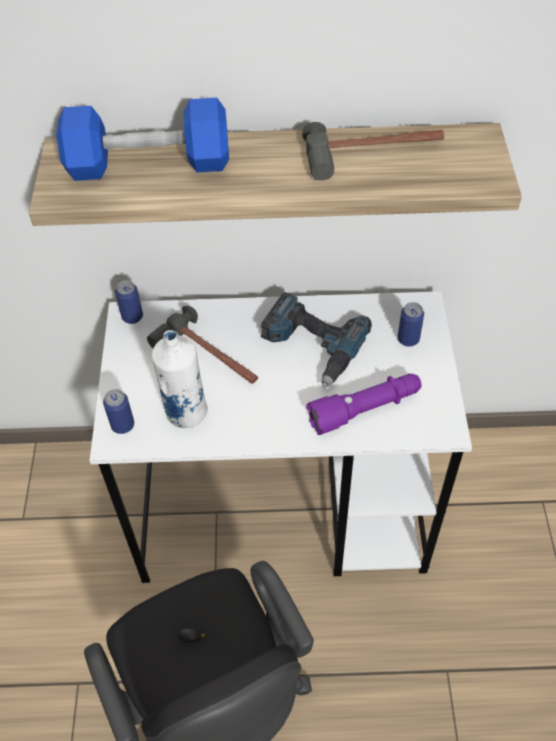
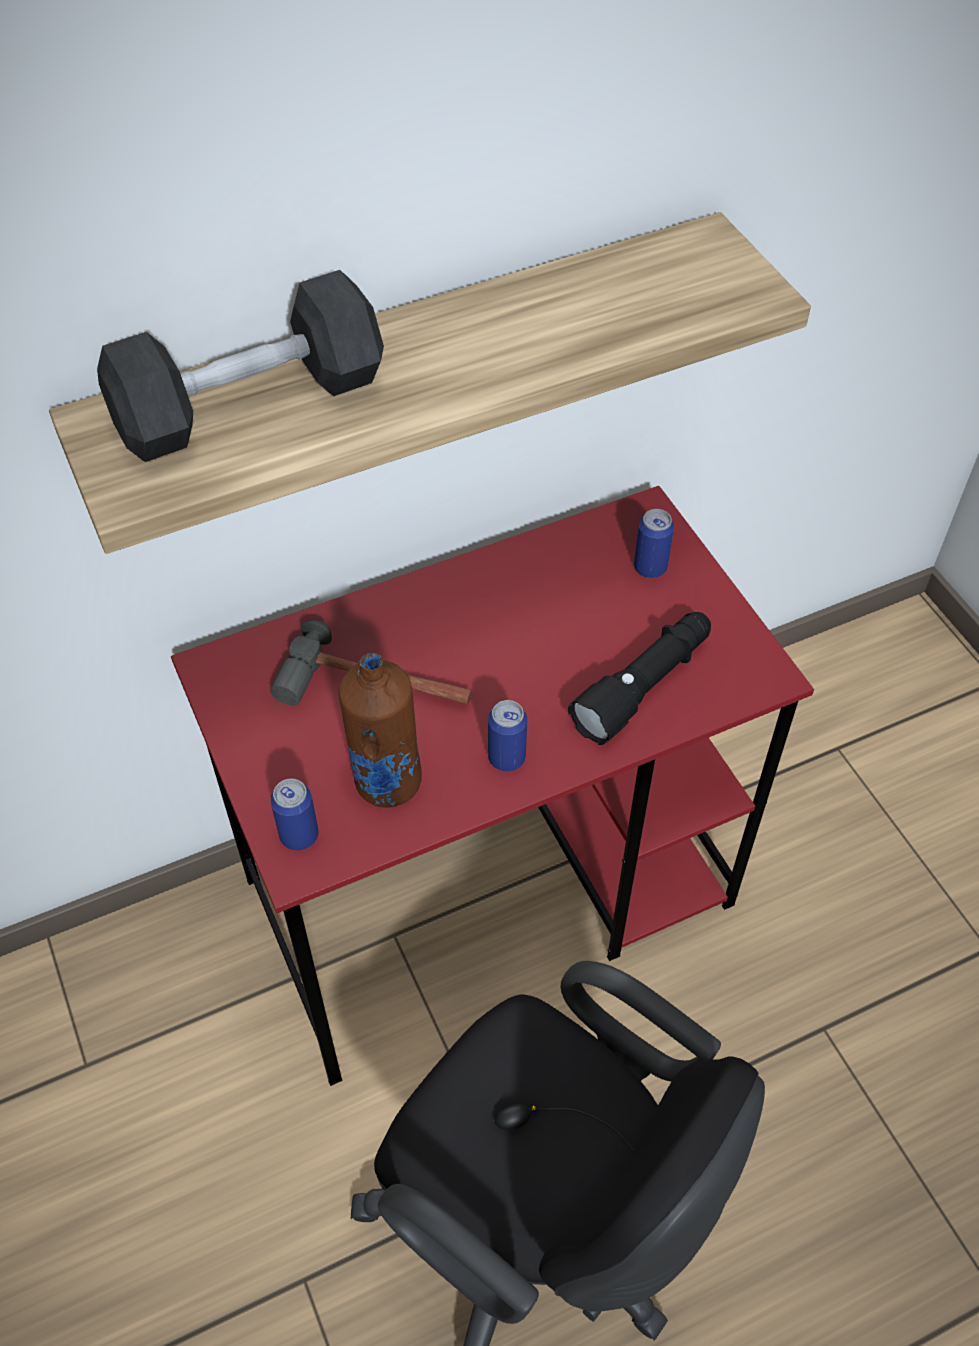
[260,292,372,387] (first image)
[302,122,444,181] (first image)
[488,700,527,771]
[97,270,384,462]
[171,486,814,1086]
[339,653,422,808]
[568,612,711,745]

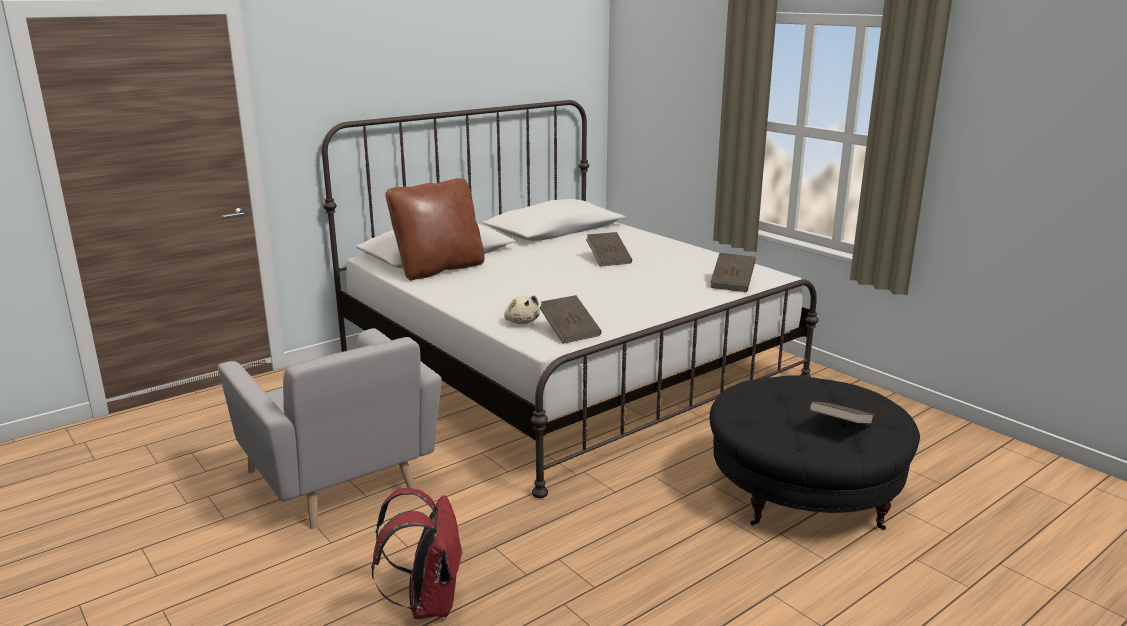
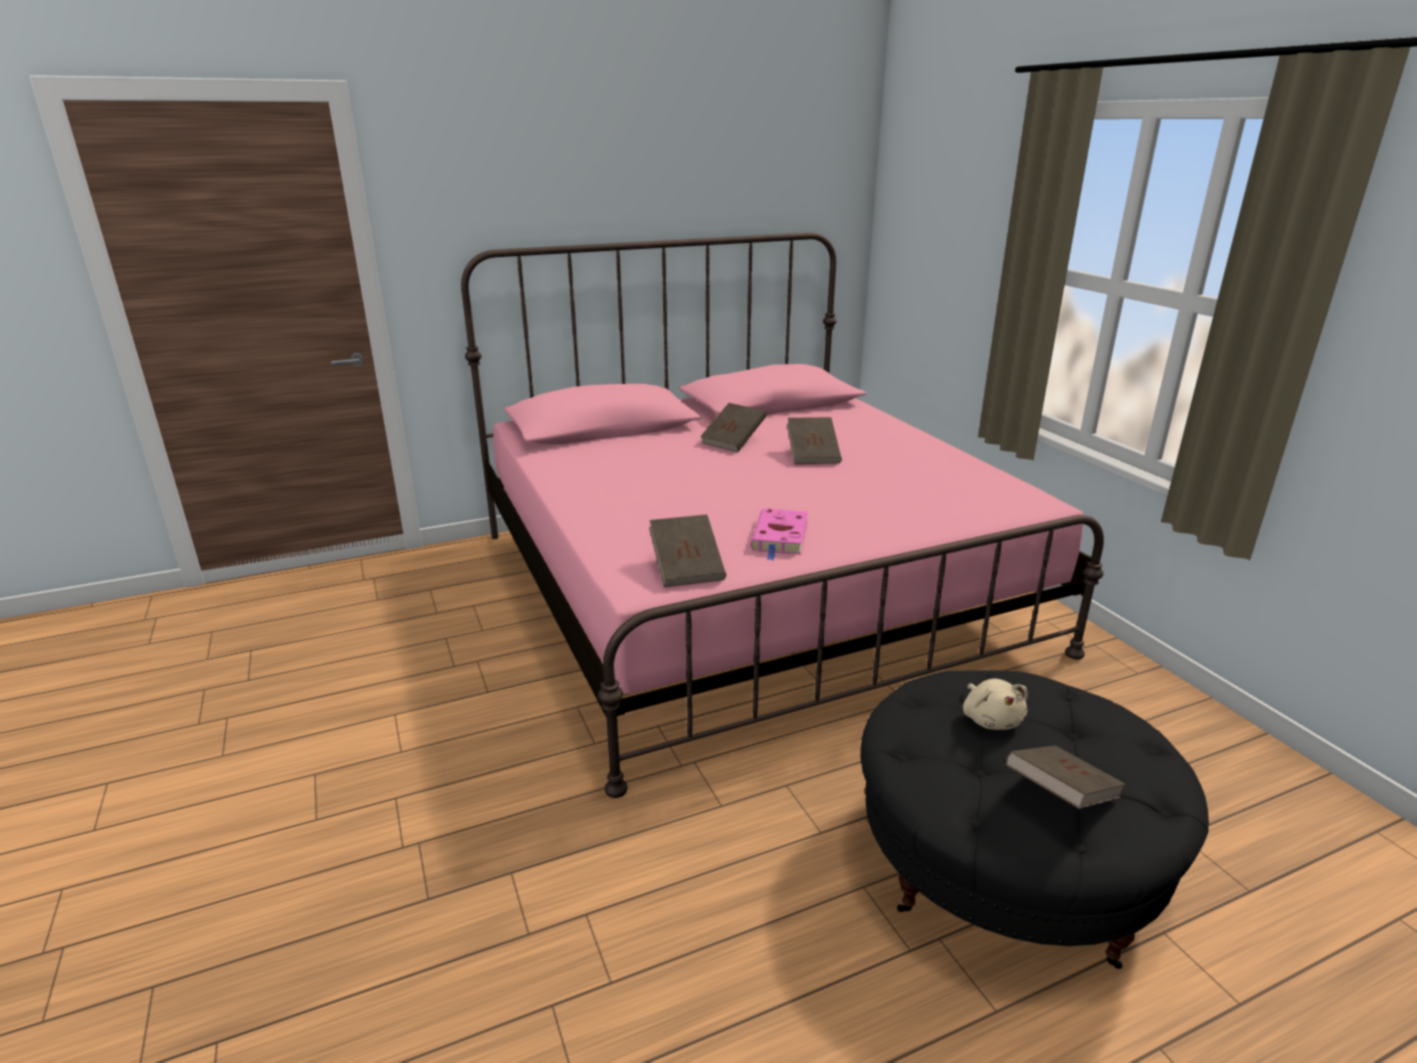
[218,328,442,529] (first image)
[371,488,463,619] (first image)
[385,178,484,281] (first image)
[751,508,808,561]
[963,679,1028,730]
[700,403,766,452]
[461,233,1104,798]

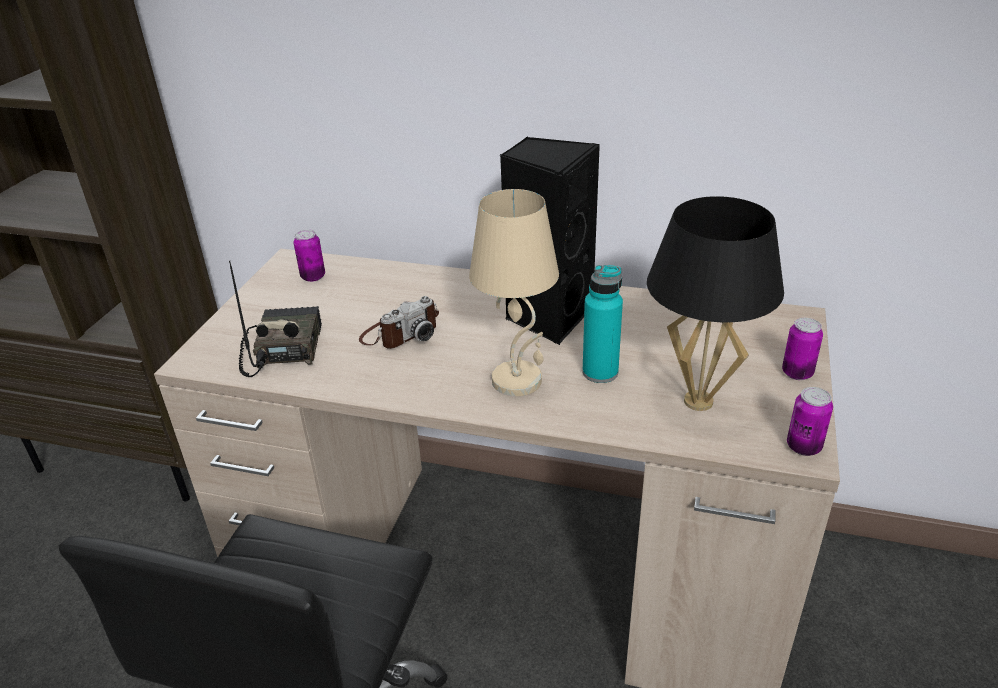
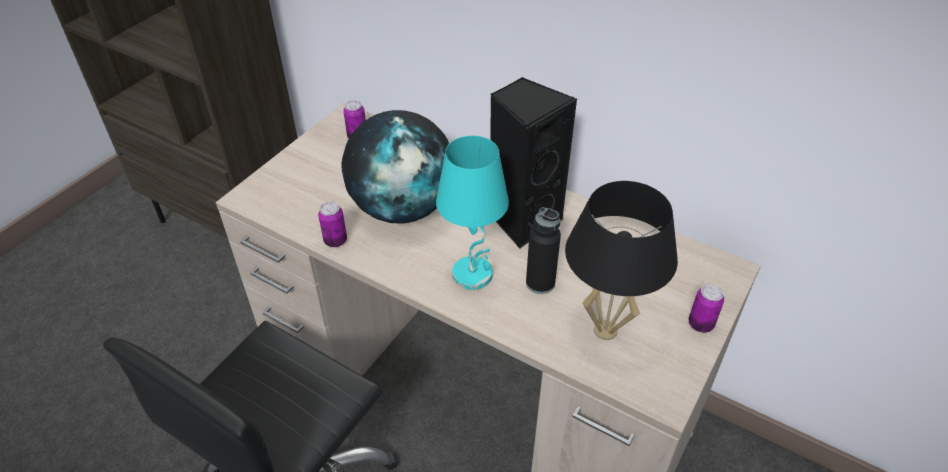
[229,261,322,377] (first image)
[318,202,347,247]
[341,110,449,224]
[436,136,509,290]
[526,207,561,294]

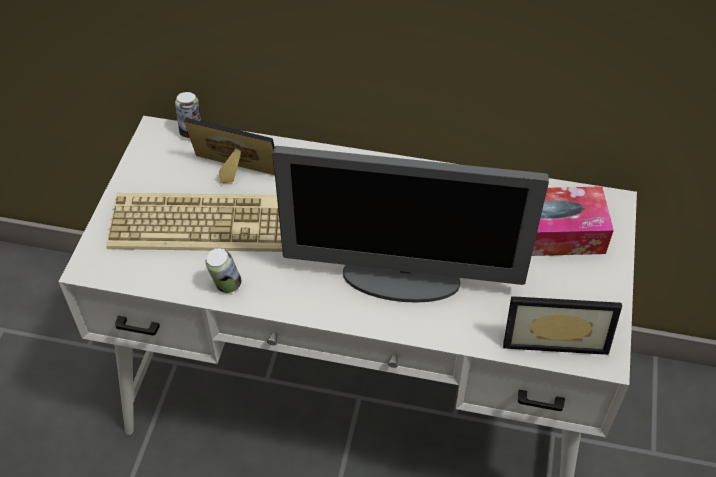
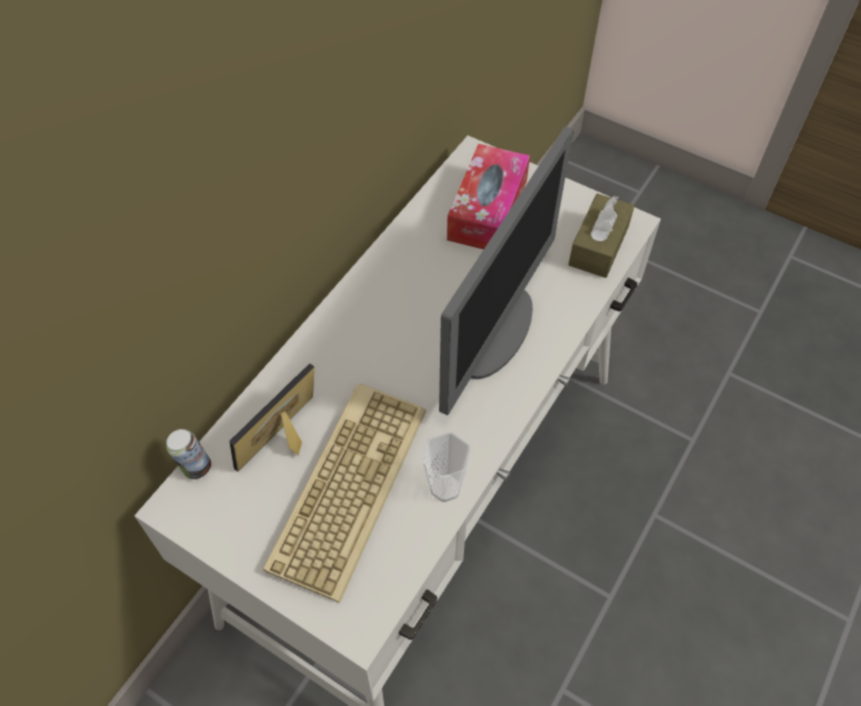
[422,432,471,502]
[568,193,634,278]

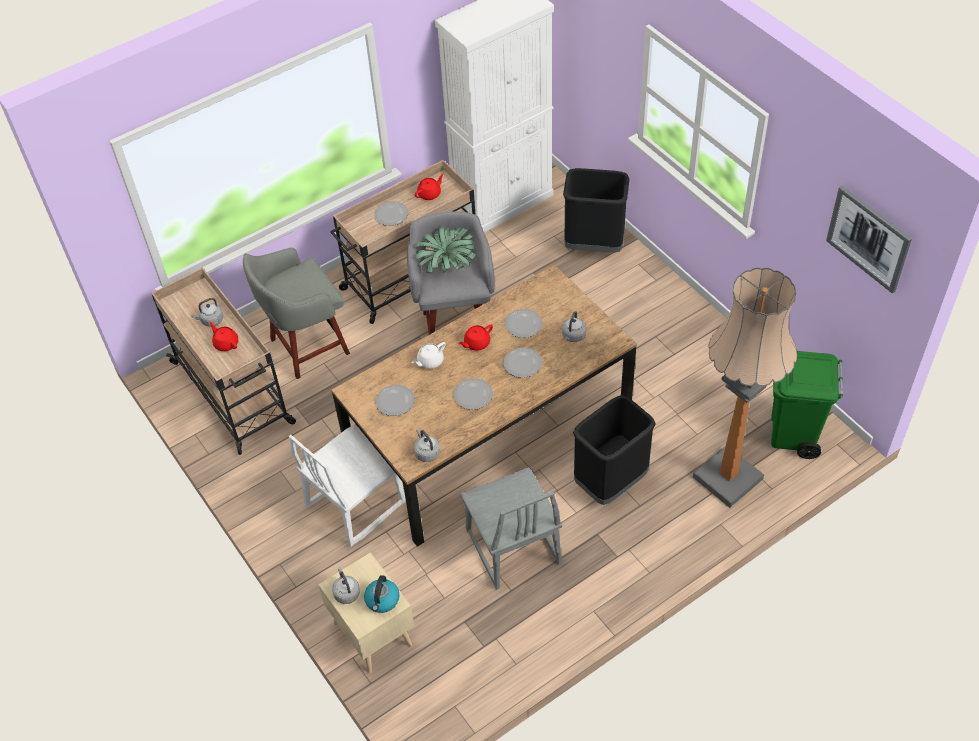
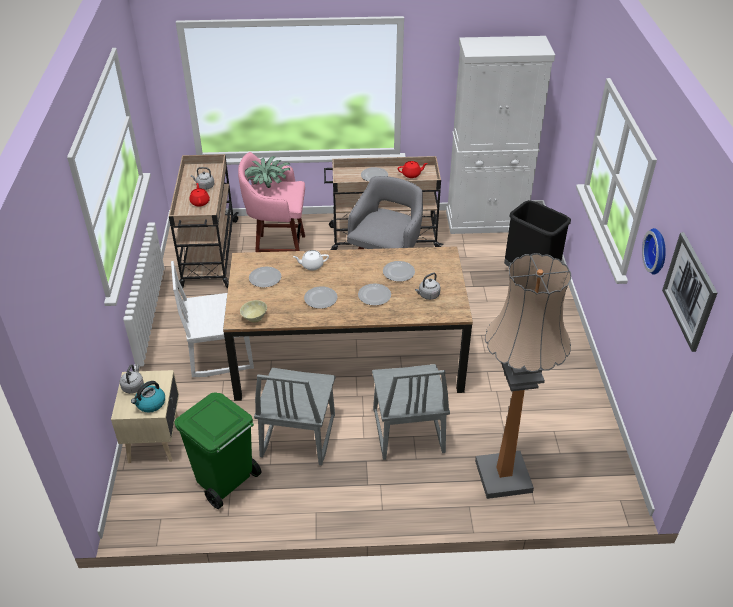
[459,325,493,351] (first image)
[642,228,666,275]
[245,156,291,188]
[174,393,261,509]
[240,300,267,322]
[372,364,450,460]
[238,152,305,252]

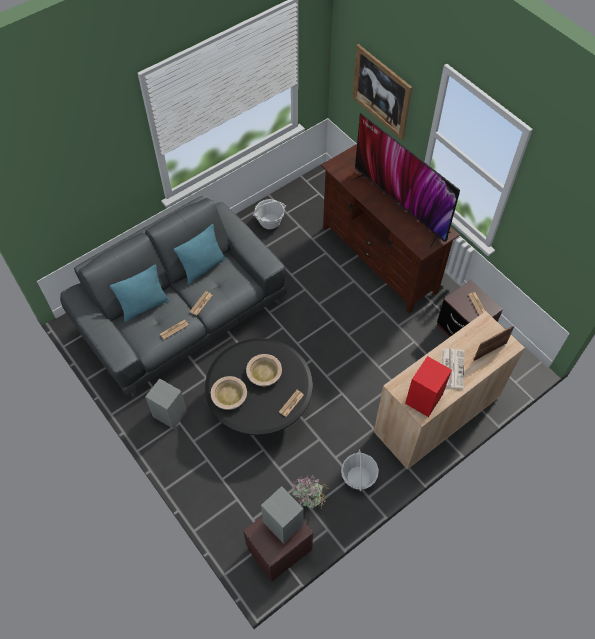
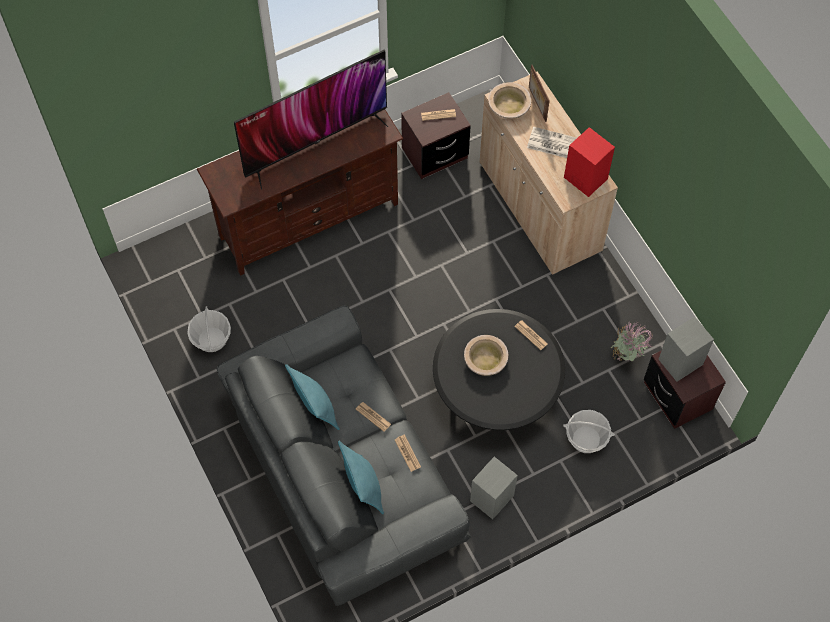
[352,44,412,140] (first image)
[488,82,531,119]
[563,410,615,453]

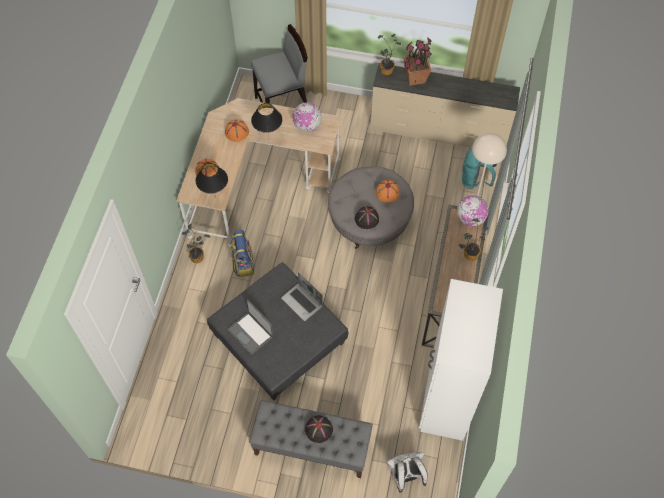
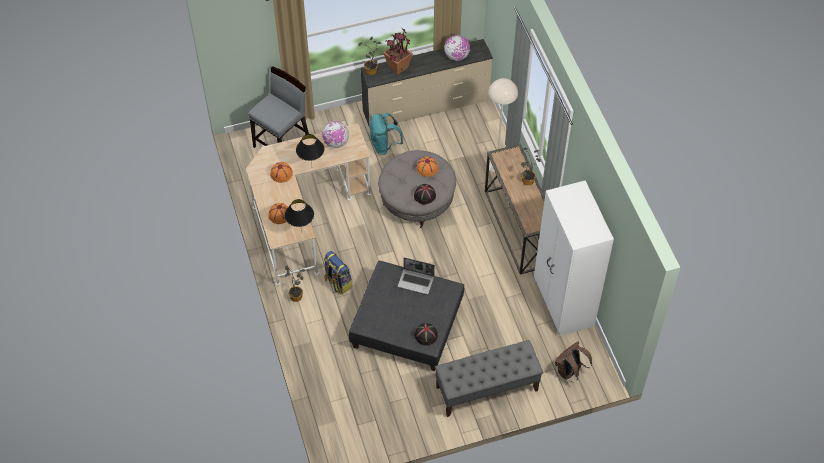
[228,299,274,354] (first image)
[414,323,438,345]
[444,35,470,61]
[370,113,403,155]
[555,341,592,382]

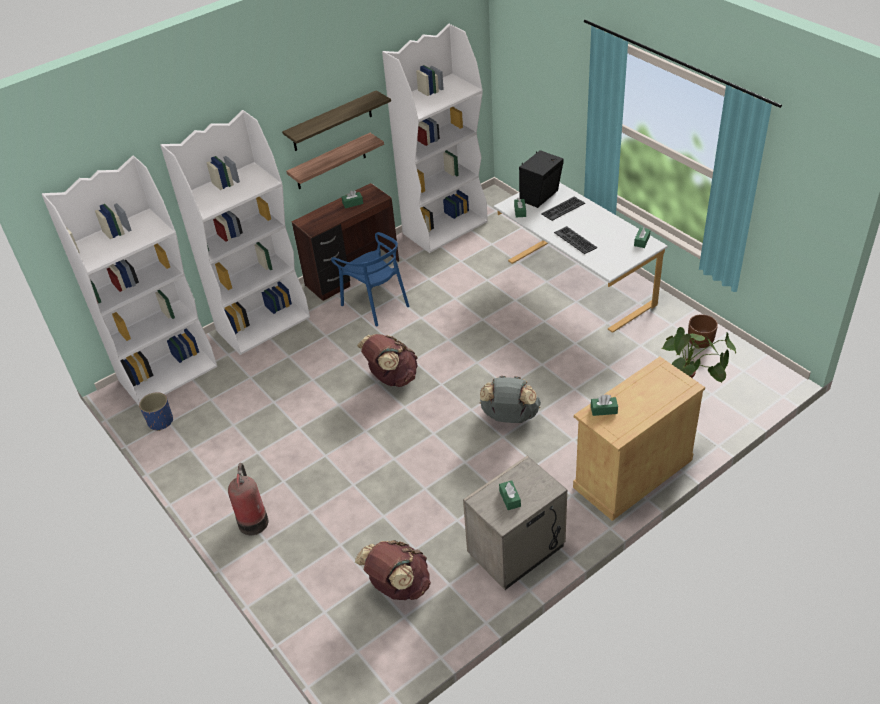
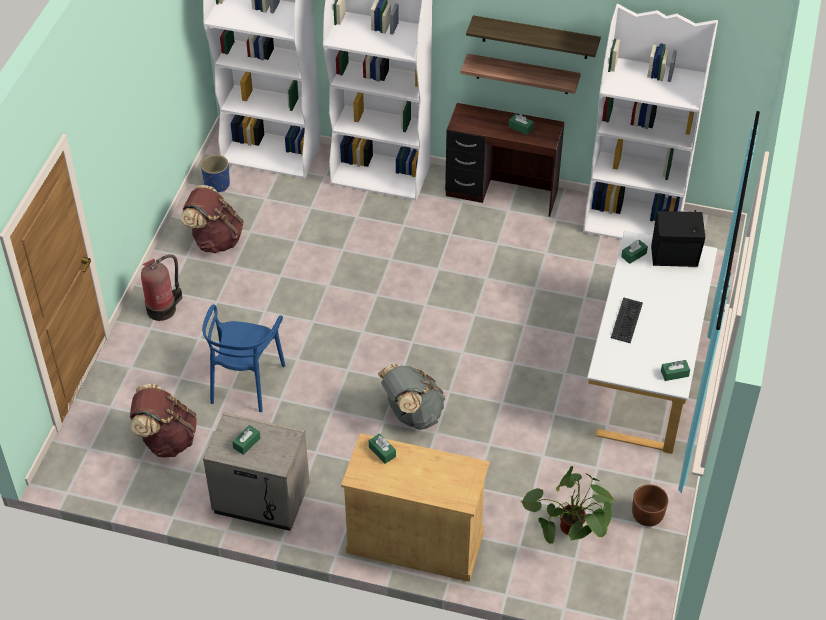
[541,197,585,221] (first image)
[202,304,285,412]
[181,185,244,253]

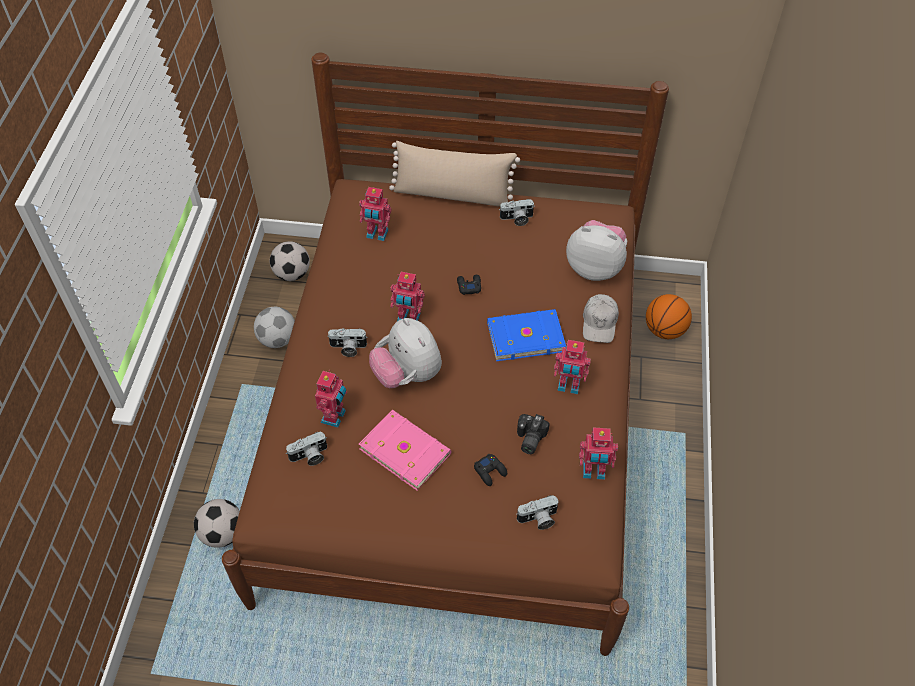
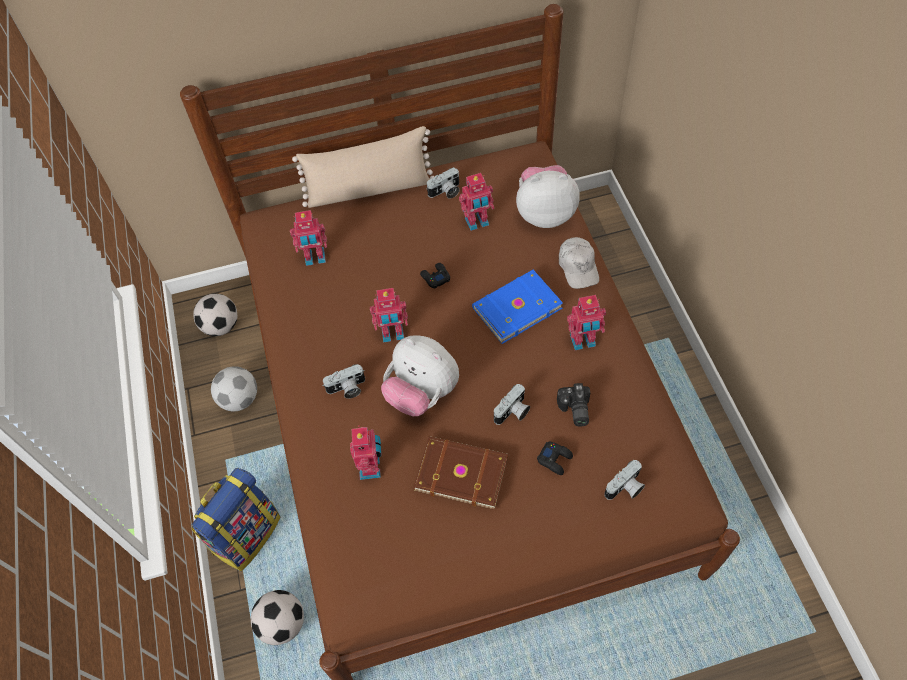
[646,294,692,339] (first image)
[191,468,281,571]
[494,384,530,425]
[459,173,494,231]
[413,436,508,510]

